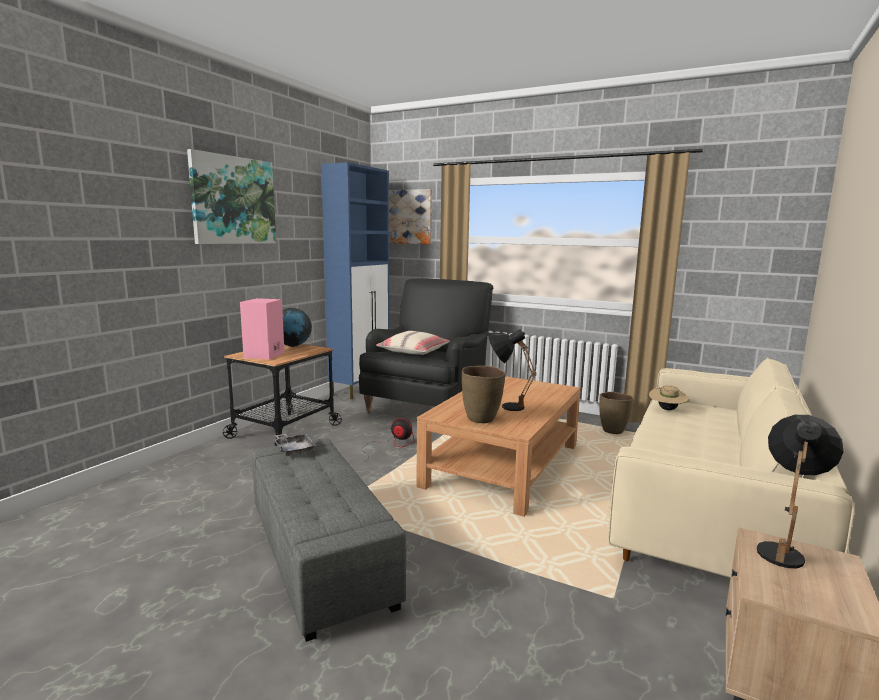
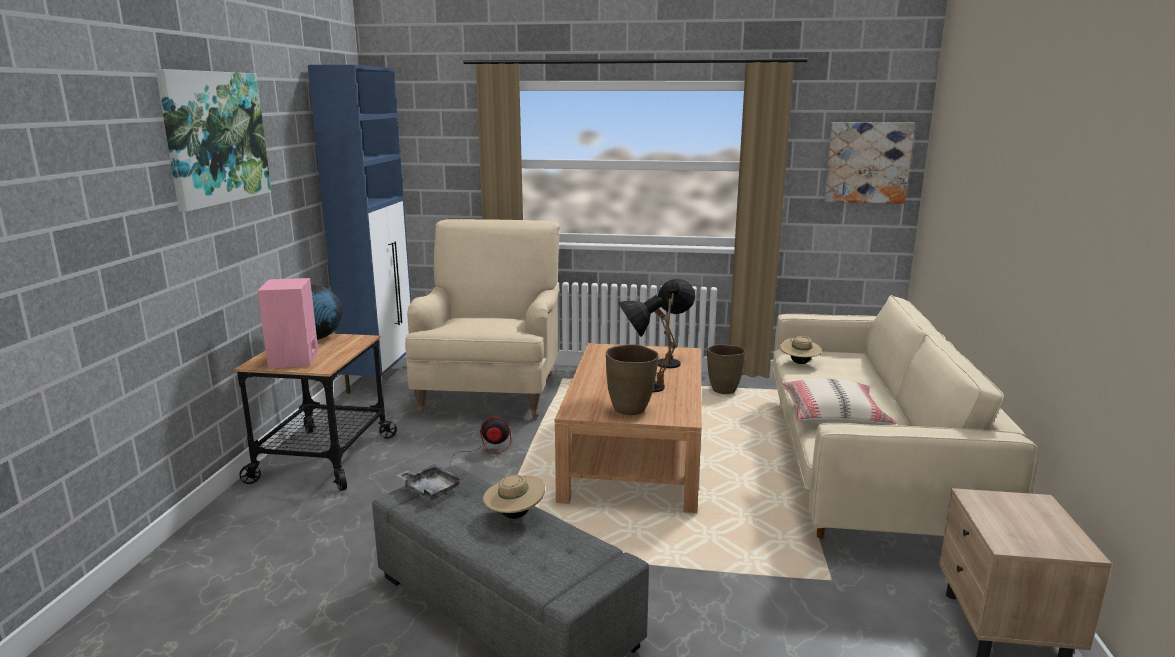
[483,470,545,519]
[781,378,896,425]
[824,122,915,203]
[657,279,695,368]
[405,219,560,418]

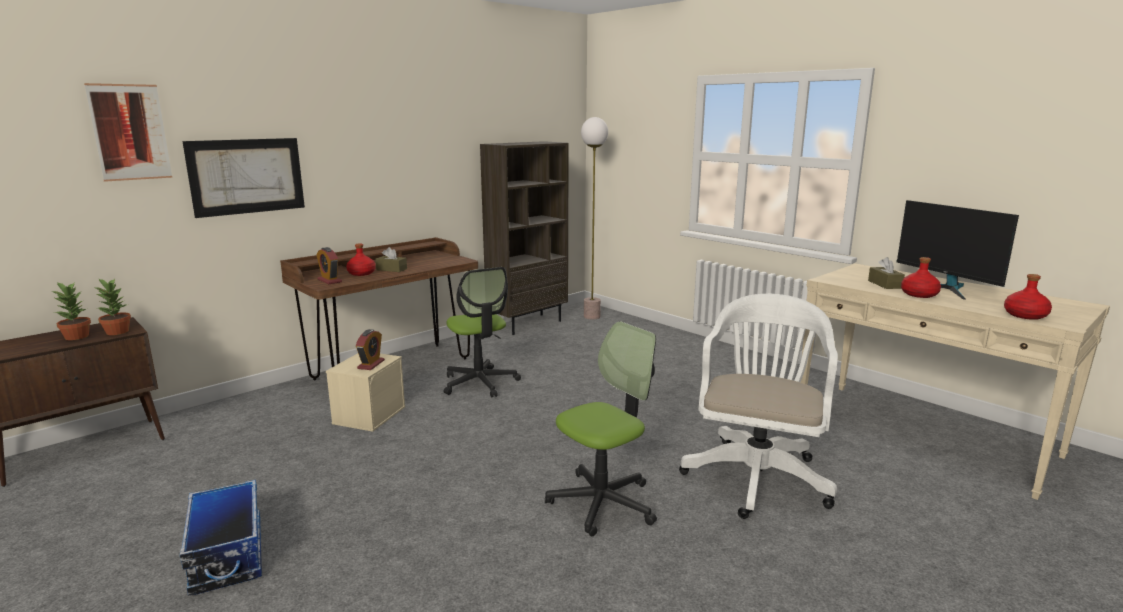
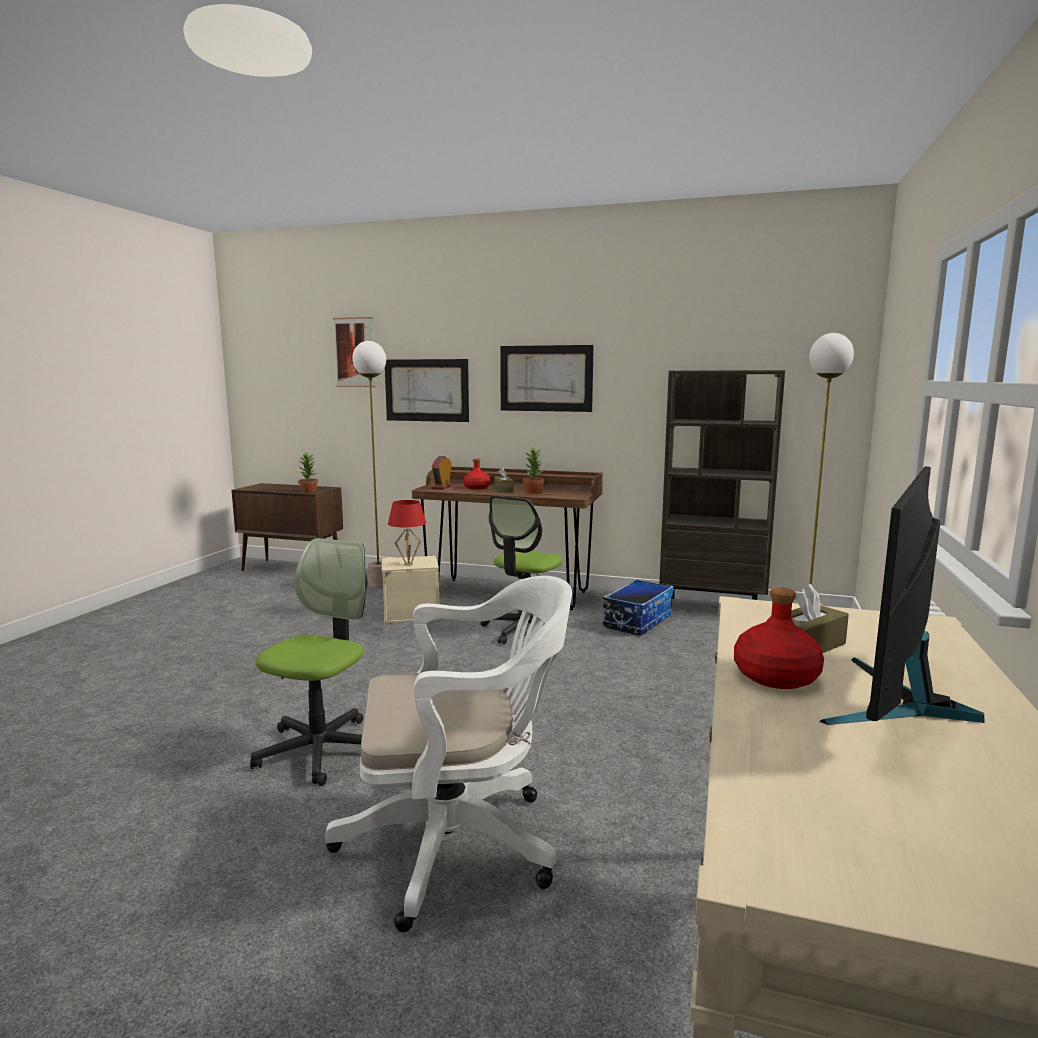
[1004,274,1052,320] (first image)
[352,341,386,588]
[500,345,594,412]
[523,447,545,494]
[603,579,674,636]
[388,500,426,566]
[250,538,368,786]

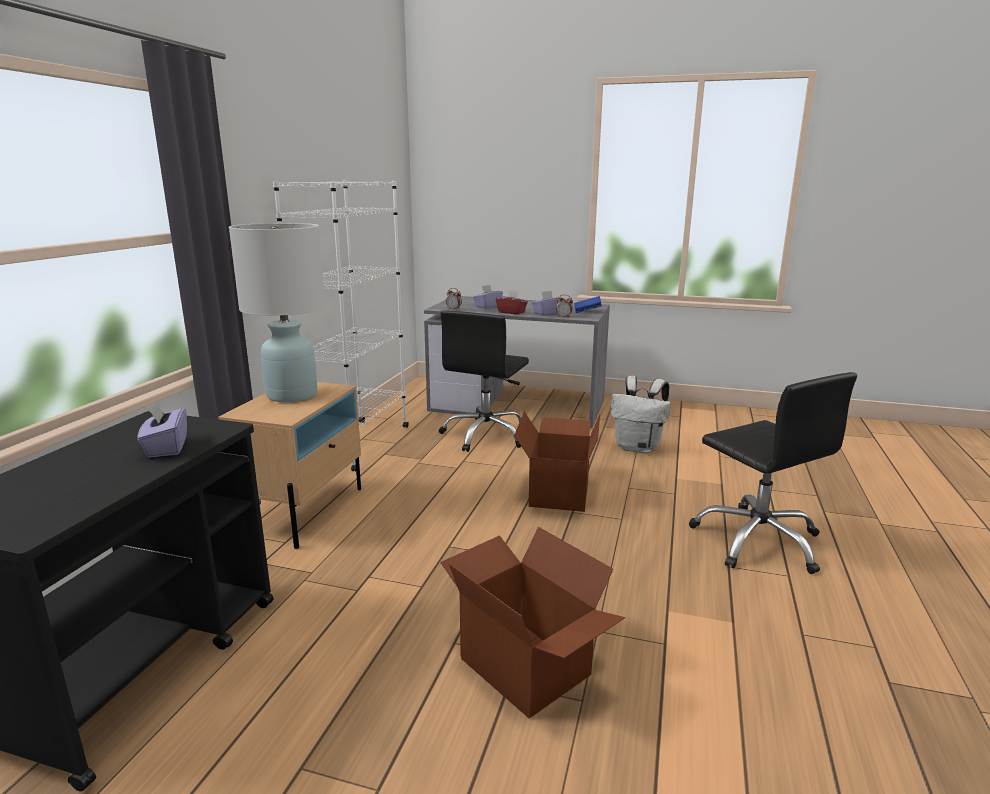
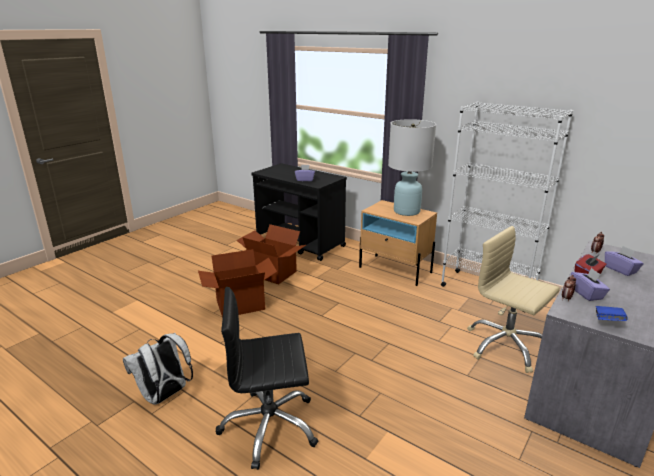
[236,224,306,284]
[123,333,193,405]
[467,226,560,373]

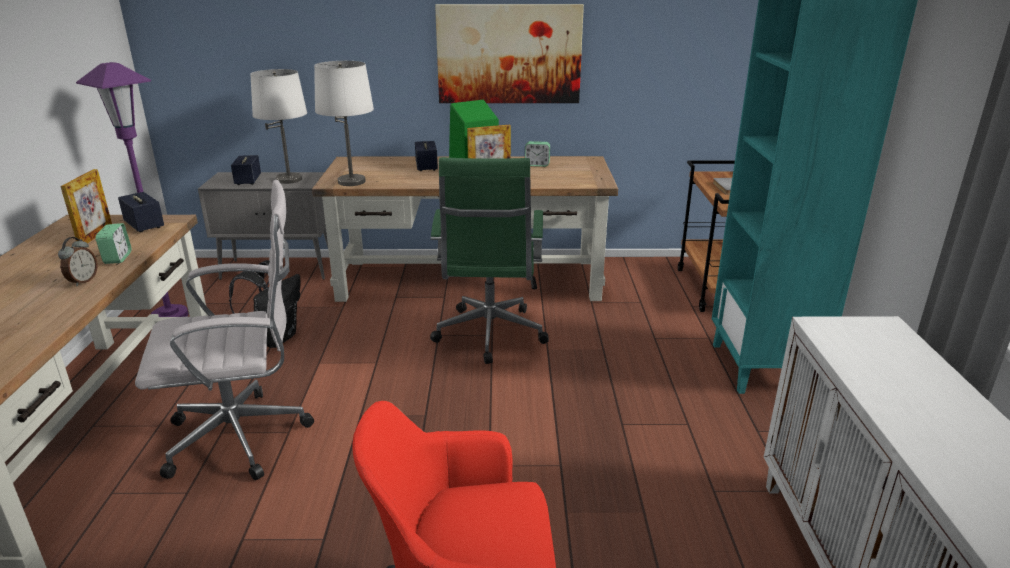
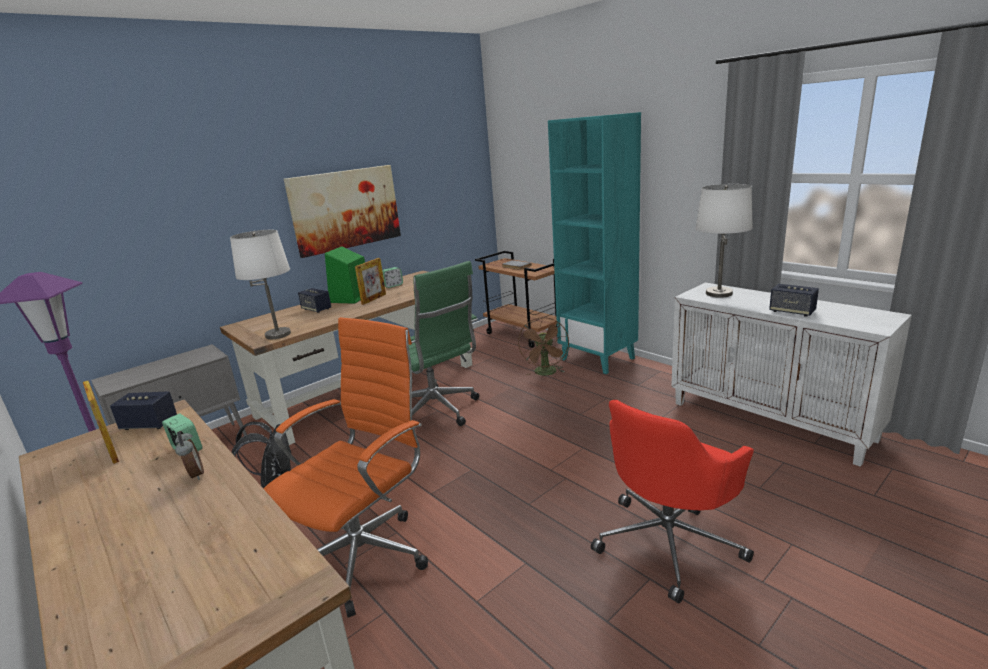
[518,317,569,376]
[769,284,819,317]
[695,184,753,298]
[263,317,428,618]

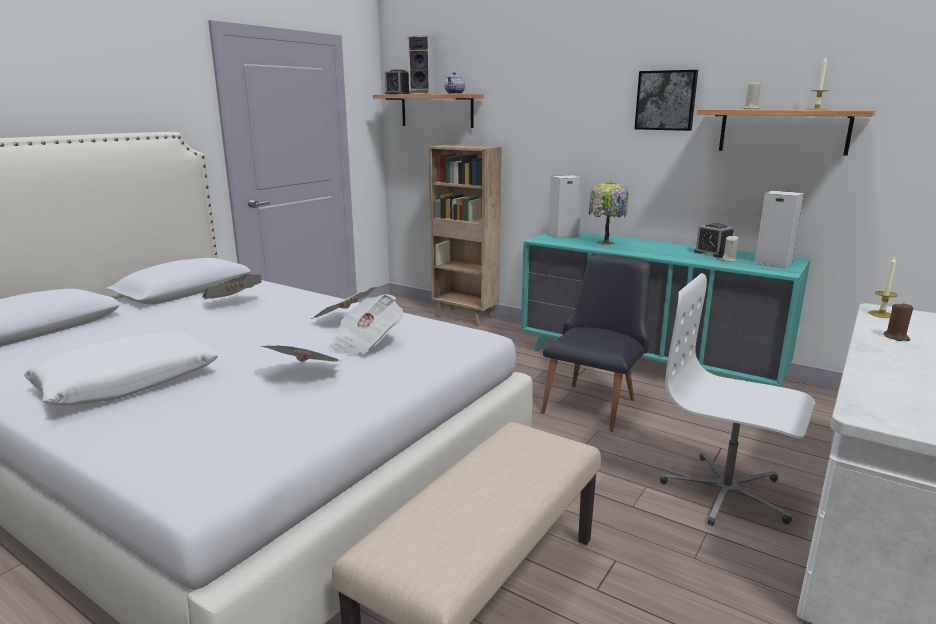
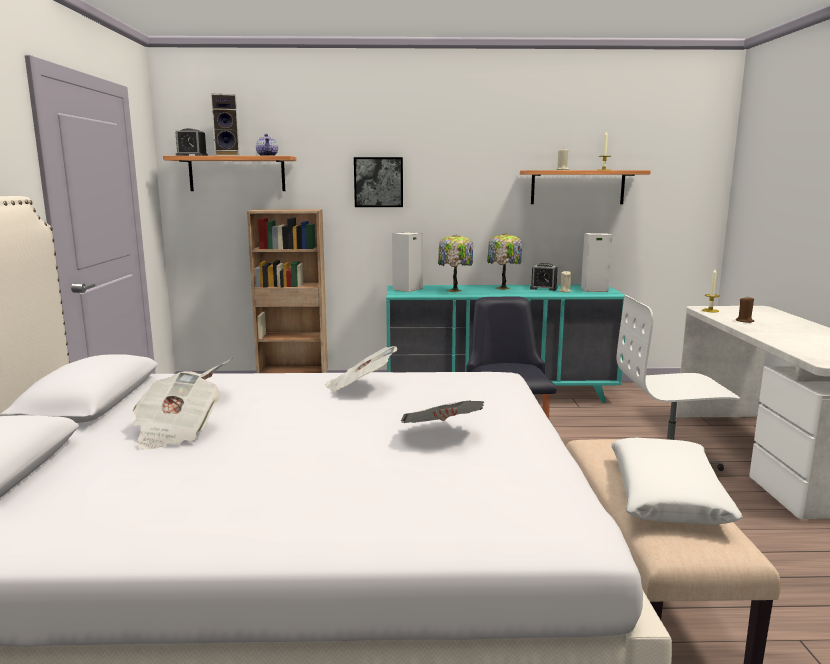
[487,233,522,290]
[611,437,743,524]
[132,371,220,449]
[354,157,403,207]

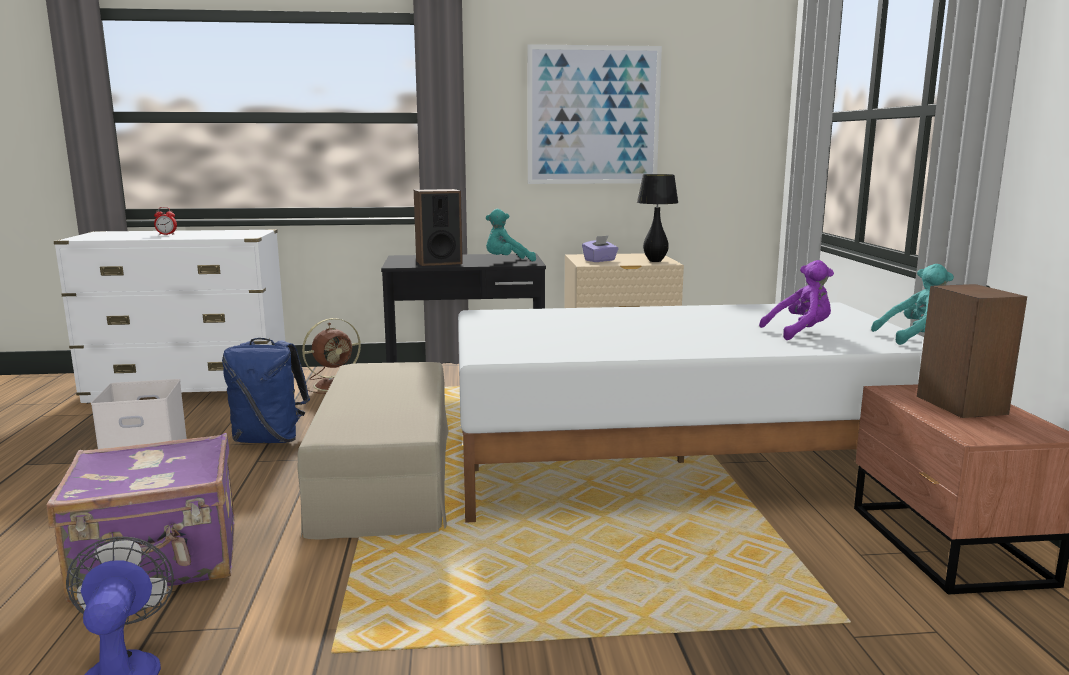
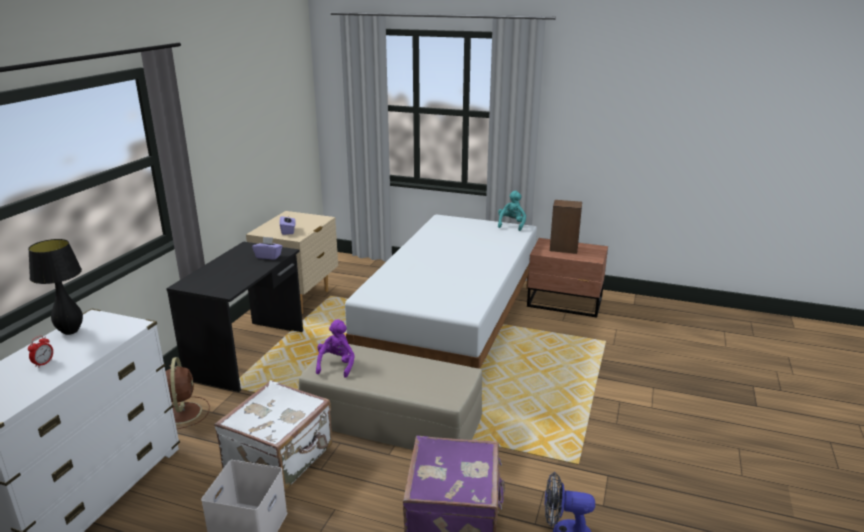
[414,189,463,266] (first image)
[527,44,662,184] (first image)
[28,239,83,335]
[316,320,355,378]
[214,380,333,492]
[252,237,282,260]

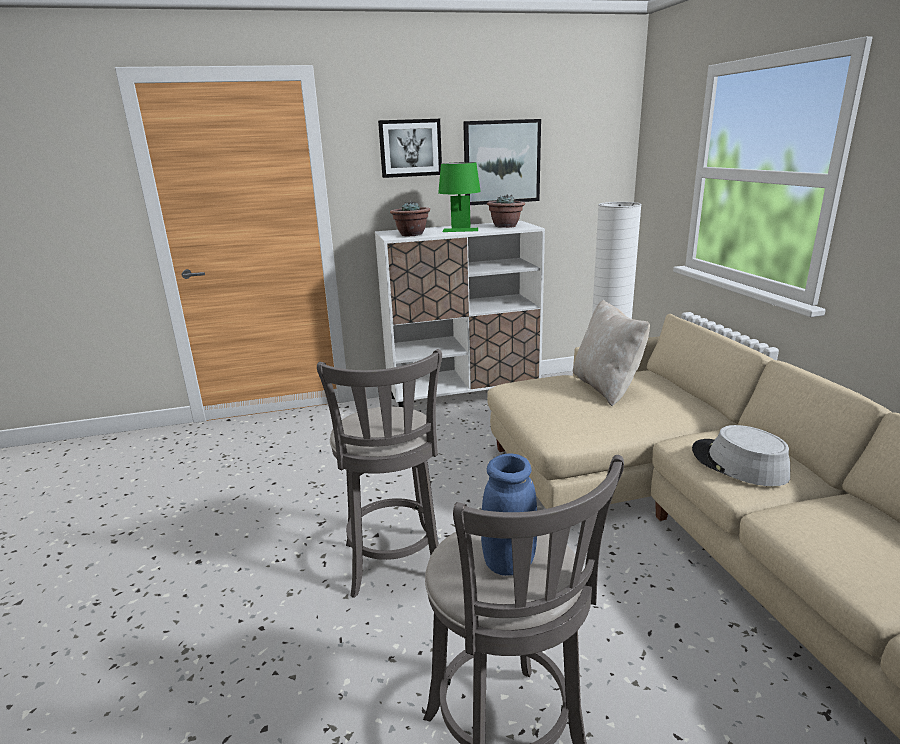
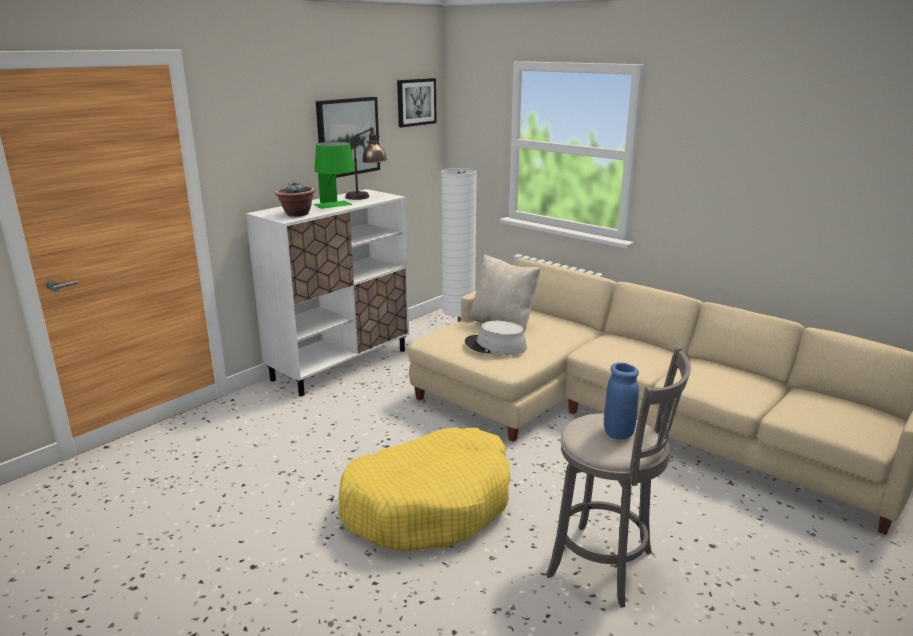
[397,78,437,128]
[465,321,527,355]
[338,427,510,551]
[345,127,387,200]

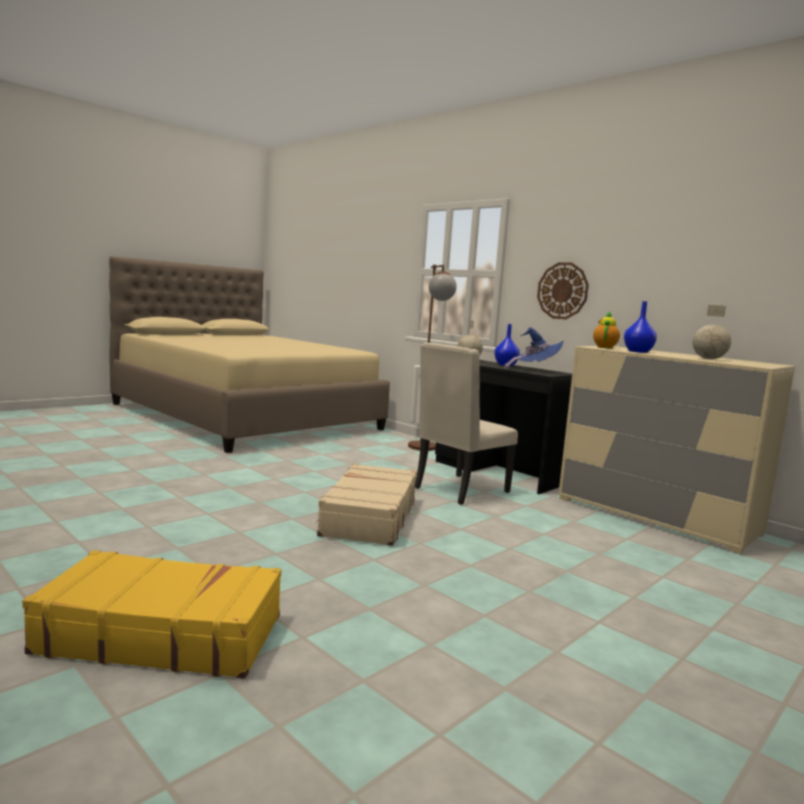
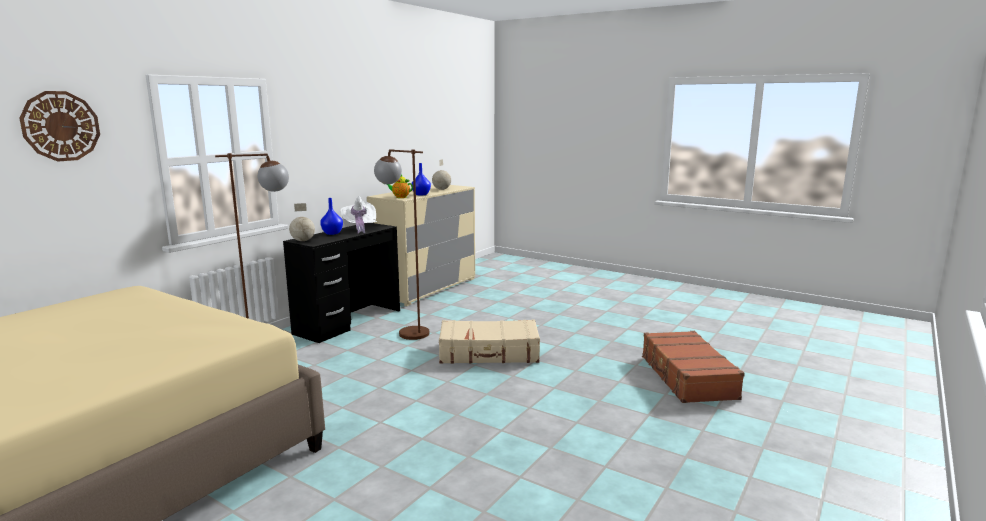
[19,91,100,161]
[374,149,429,340]
[642,331,745,403]
[340,196,377,234]

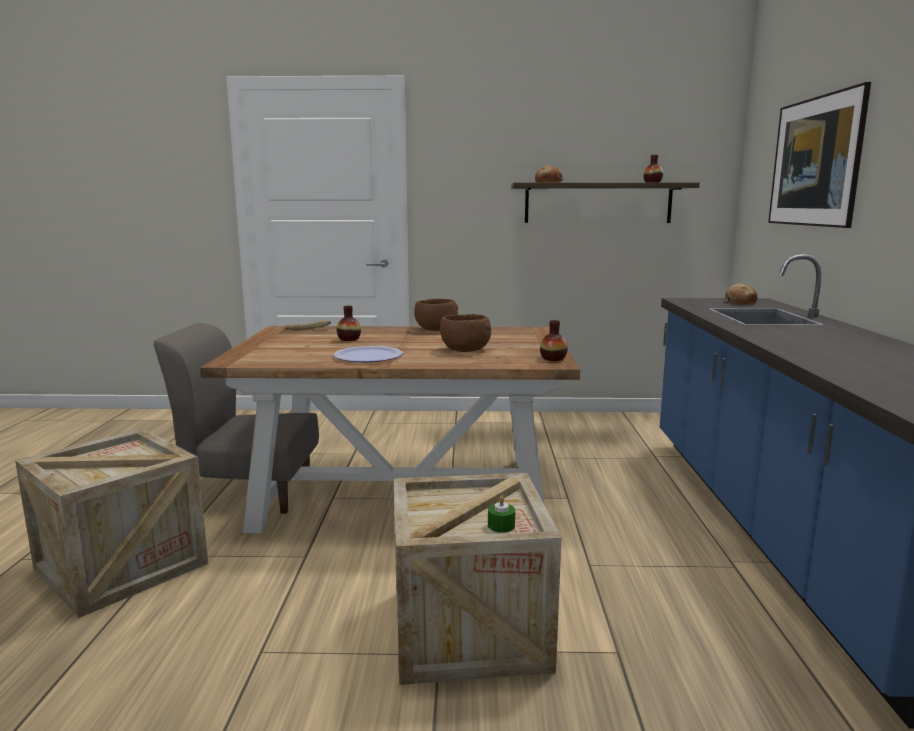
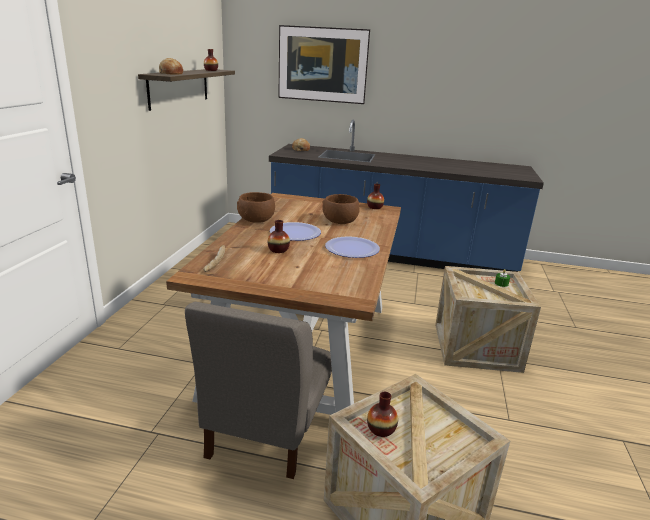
[270,222,321,241]
[367,392,398,437]

